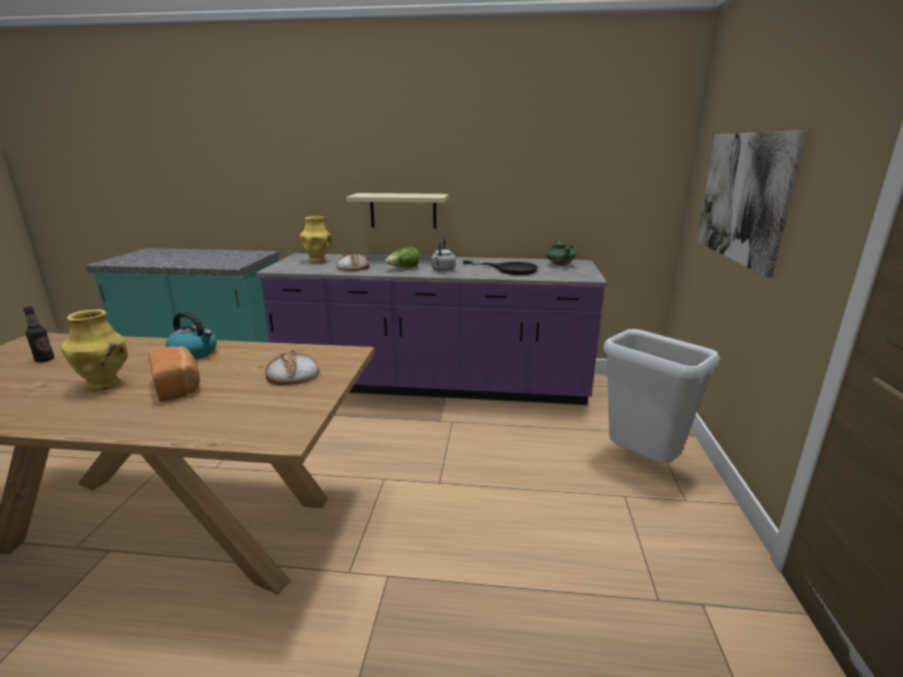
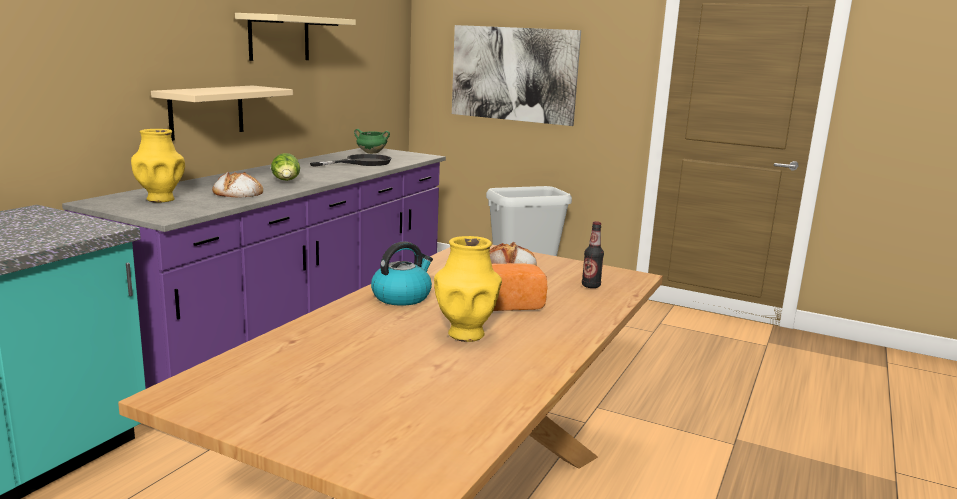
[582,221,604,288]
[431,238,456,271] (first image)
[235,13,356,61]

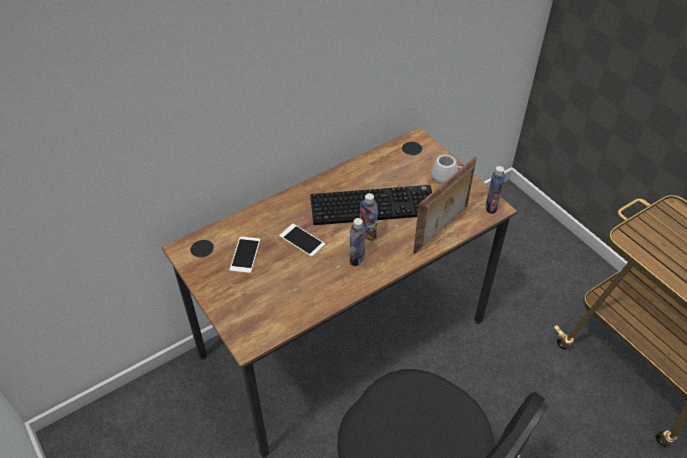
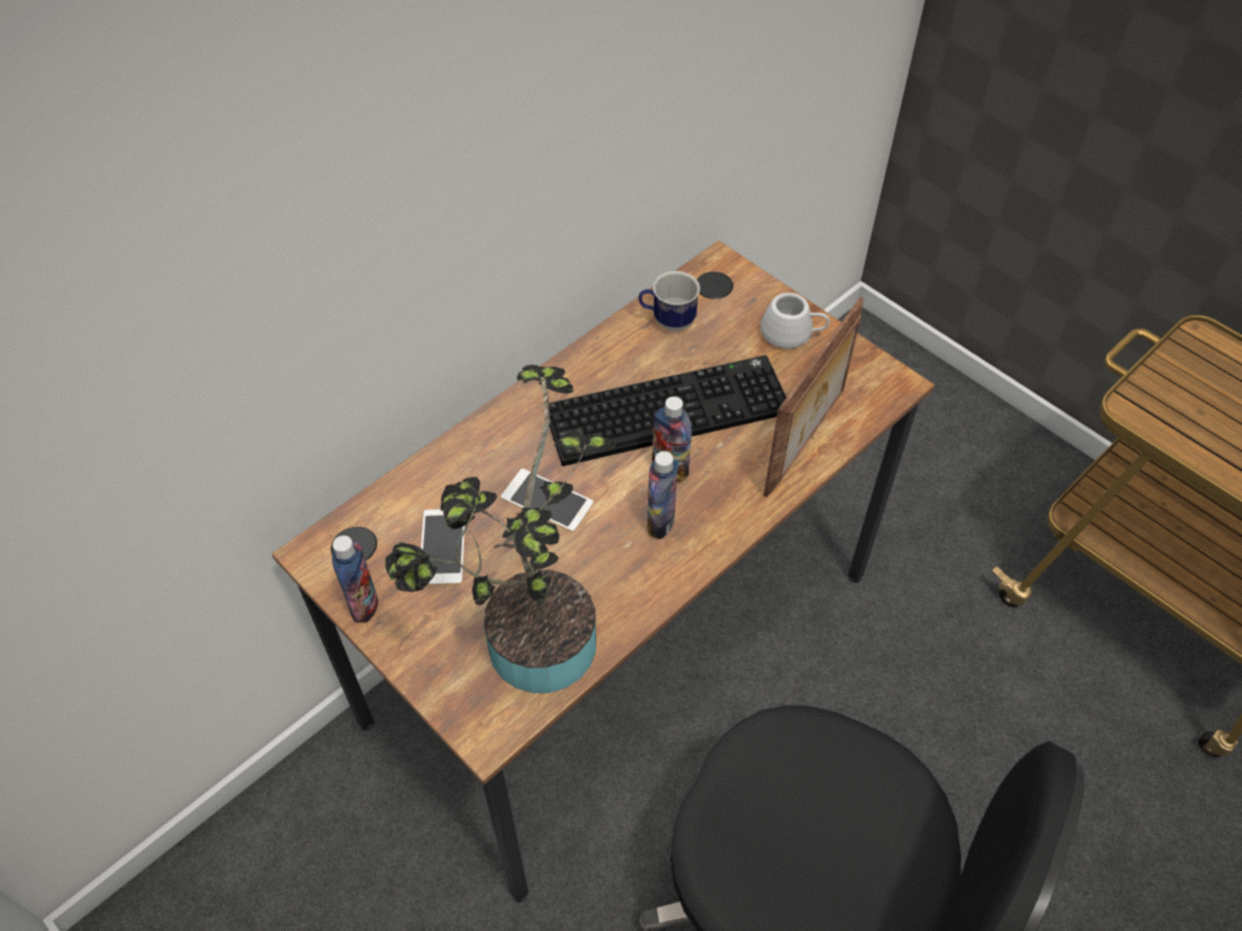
[332,535,378,623]
[385,365,616,693]
[638,271,700,331]

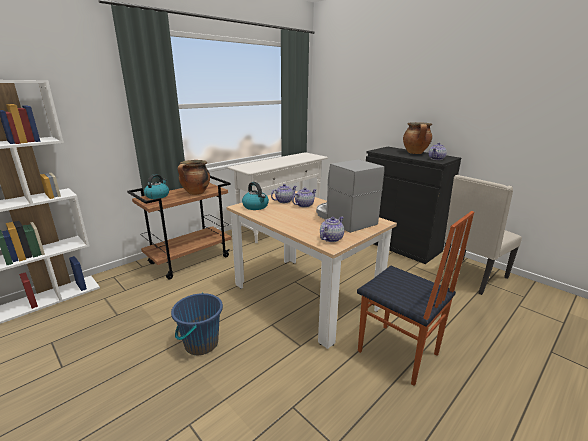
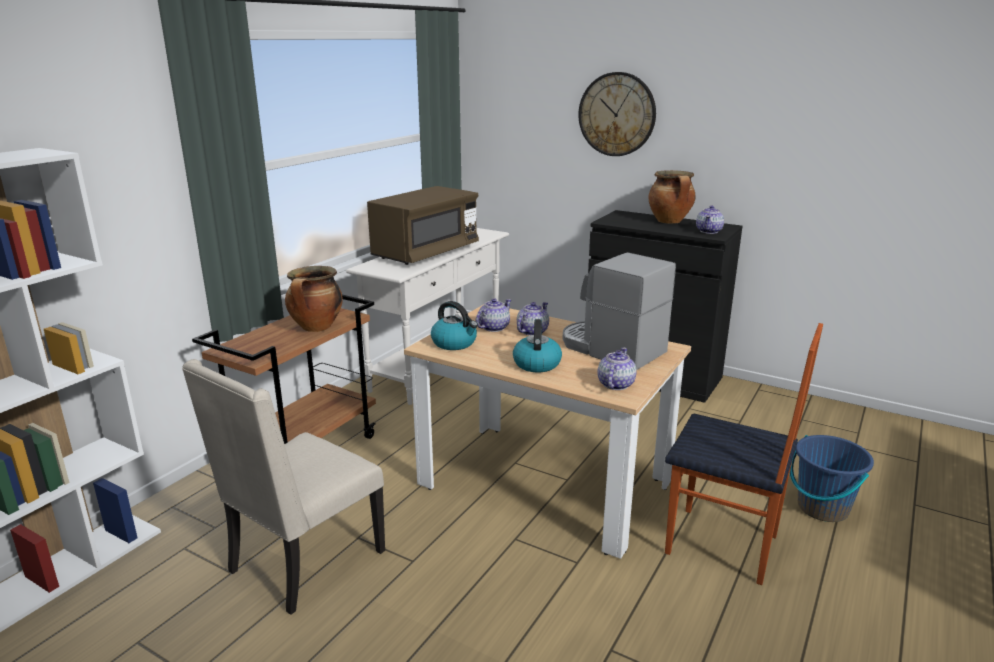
[513,319,562,372]
[790,435,874,522]
[182,359,385,615]
[367,186,479,265]
[578,72,656,156]

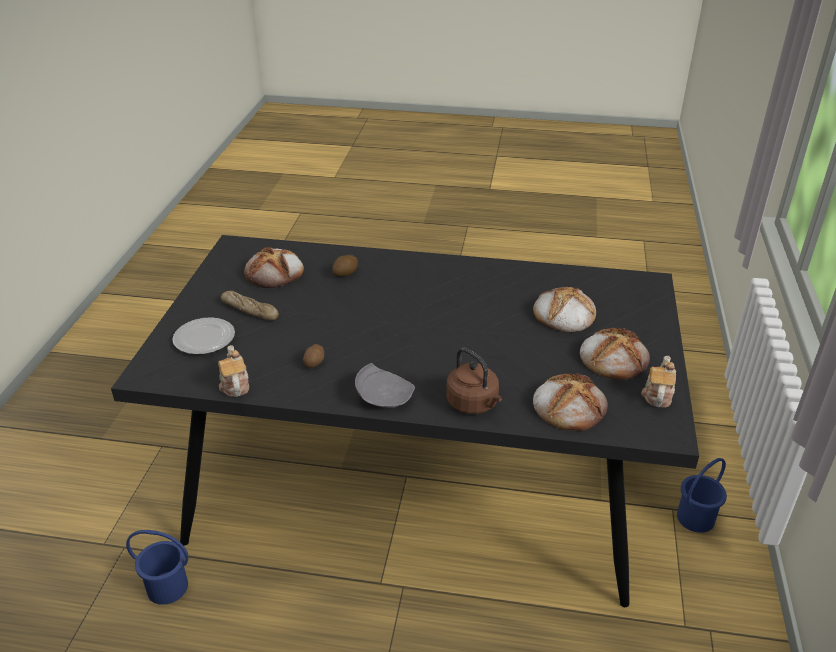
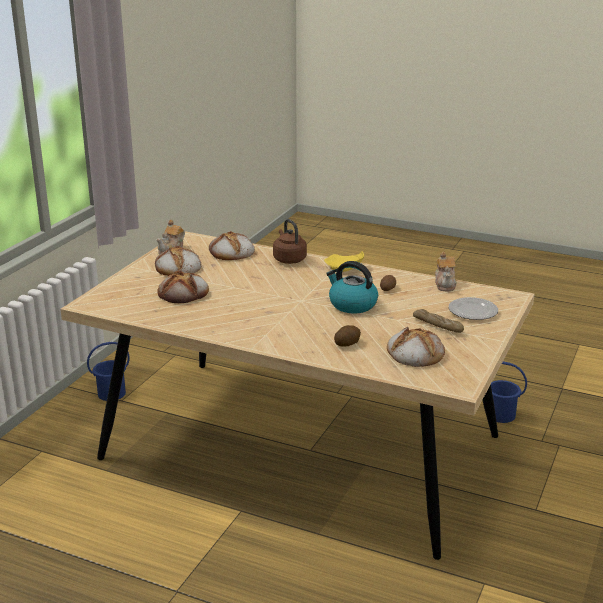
[60,231,535,560]
[324,252,364,272]
[326,261,378,313]

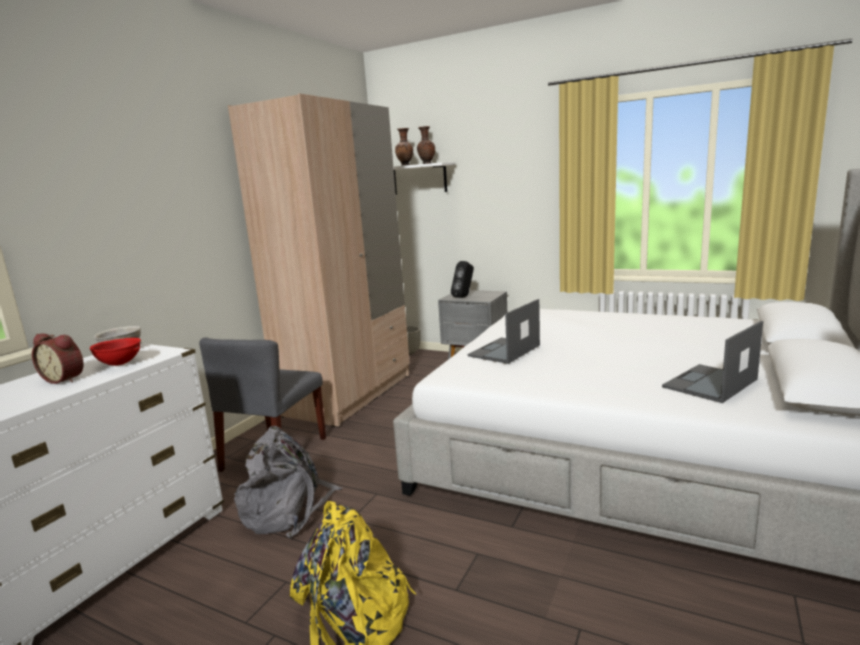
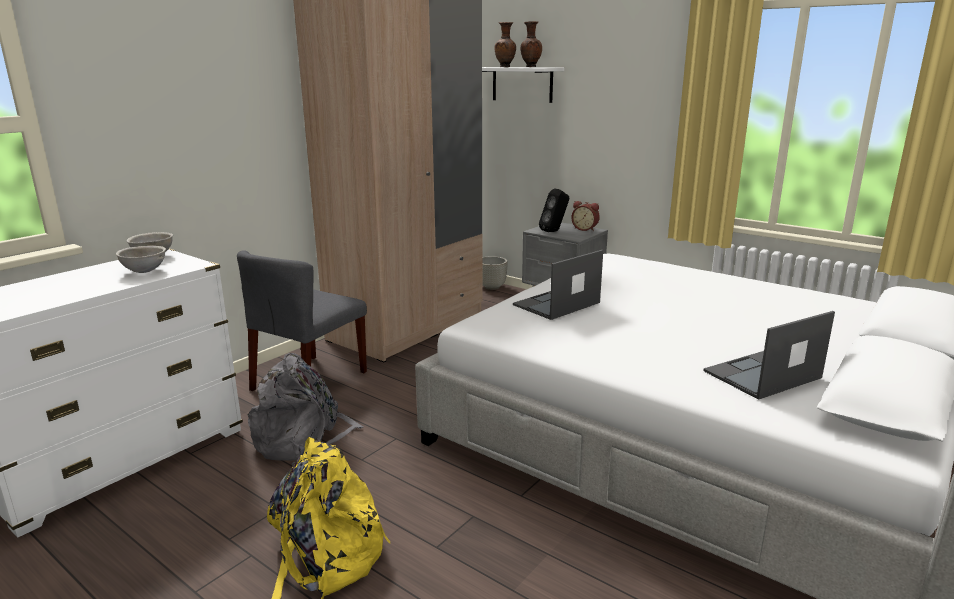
[571,201,600,231]
[116,246,166,273]

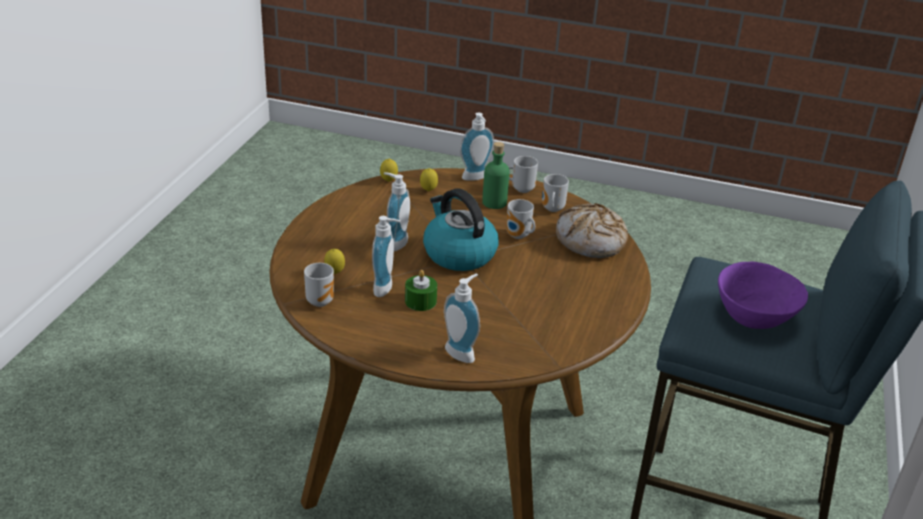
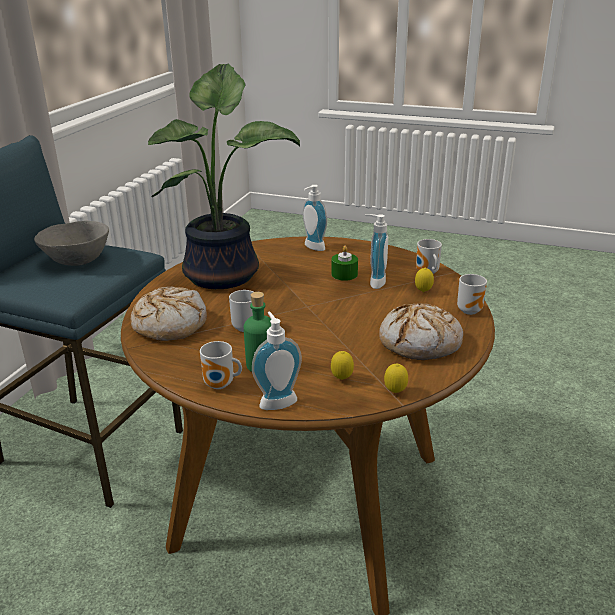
[384,172,410,251] (first image)
[423,188,499,271] (first image)
[457,274,487,315]
[34,221,109,266]
[148,63,300,289]
[379,304,463,360]

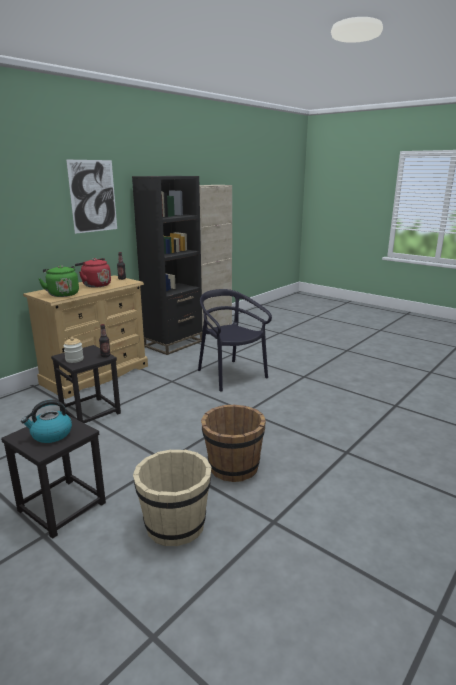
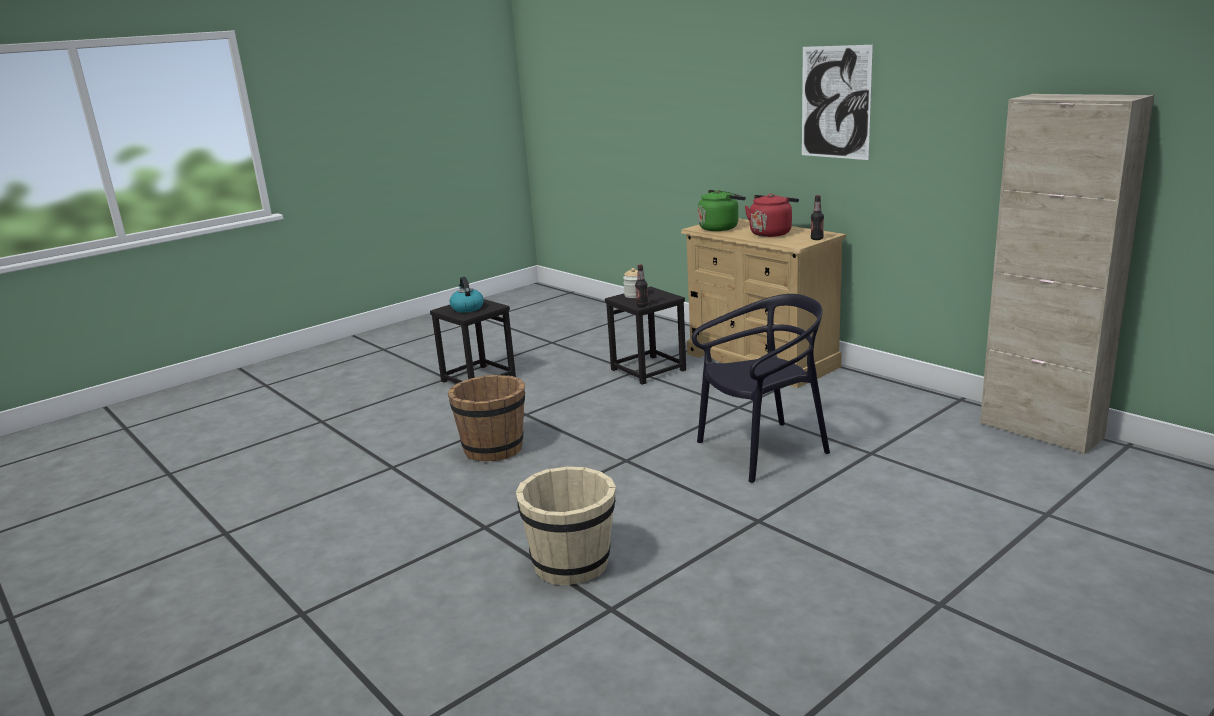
[132,176,202,355] (first image)
[516,466,616,585]

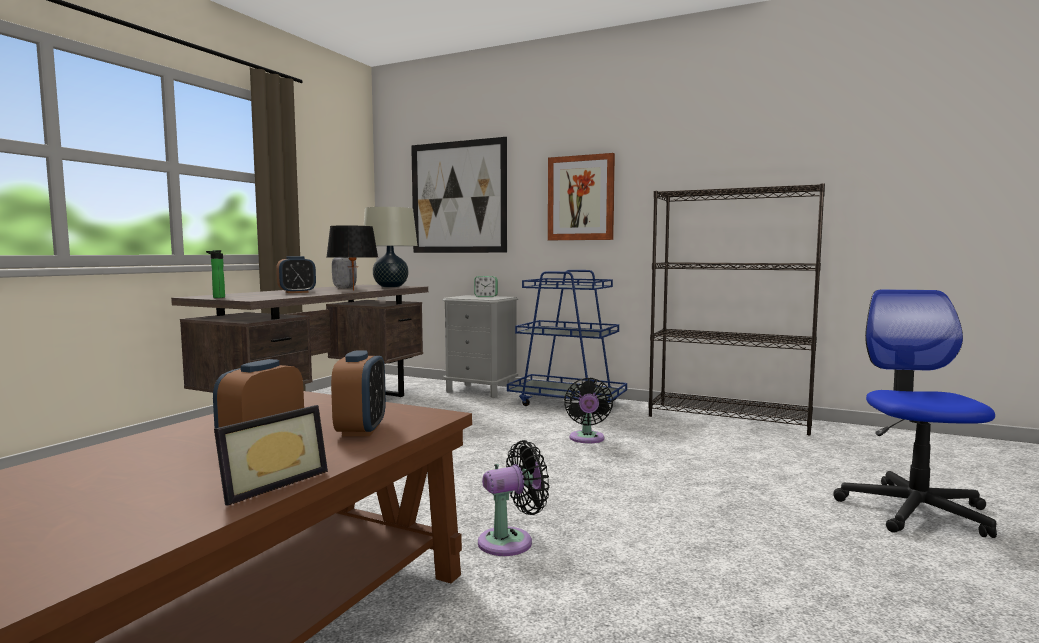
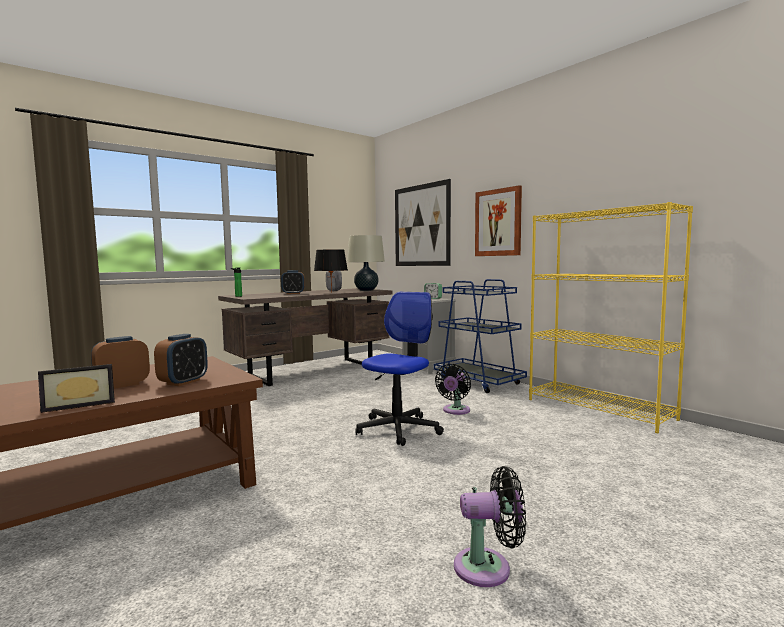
[454,466,526,587]
[529,202,693,433]
[356,292,444,446]

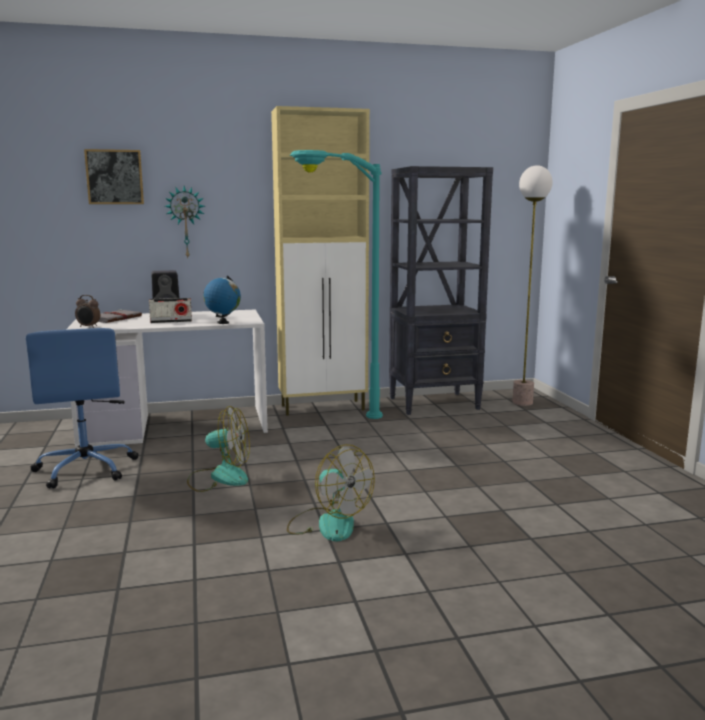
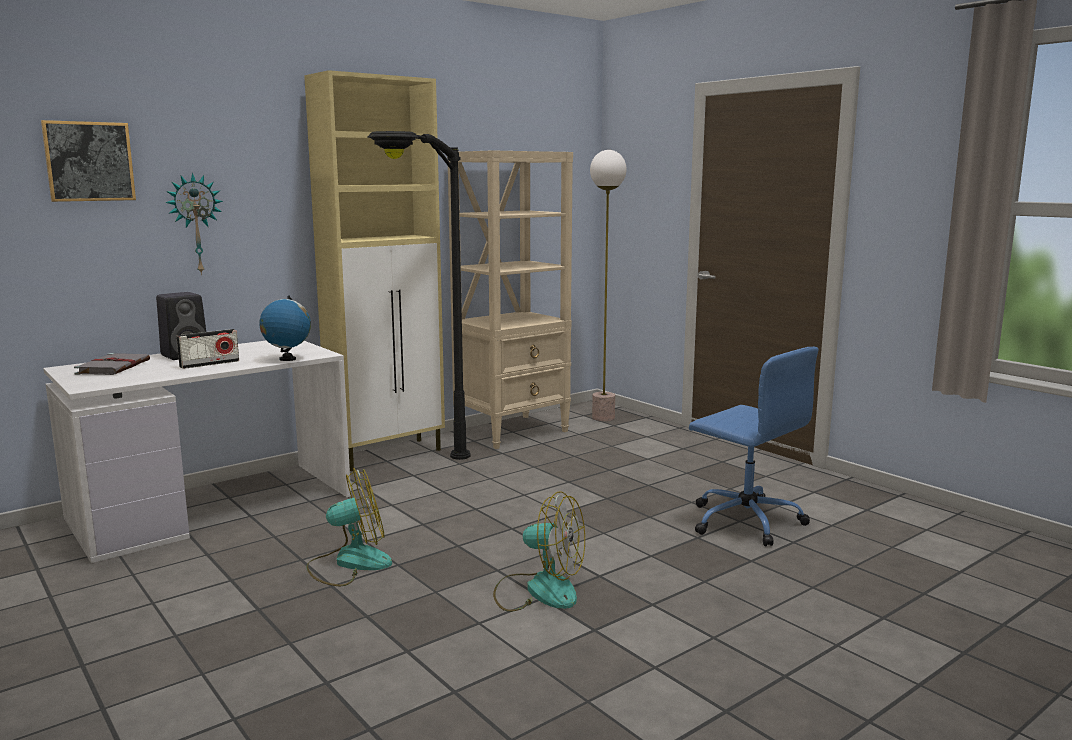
[689,347,819,547]
[75,295,100,328] (first image)
[368,131,471,460]
[447,150,573,449]

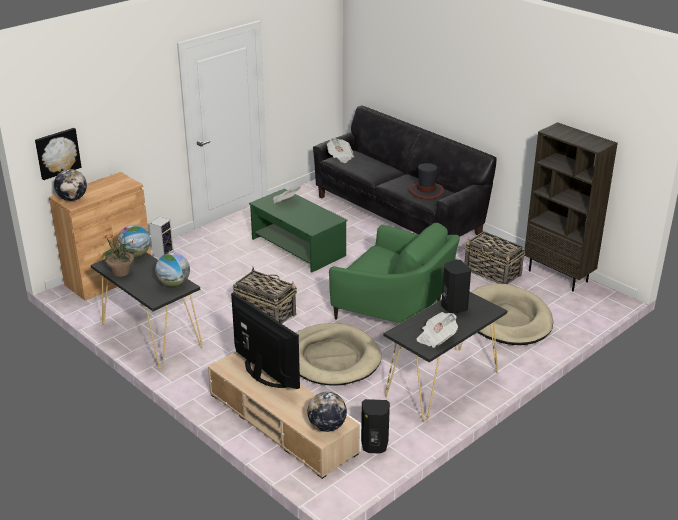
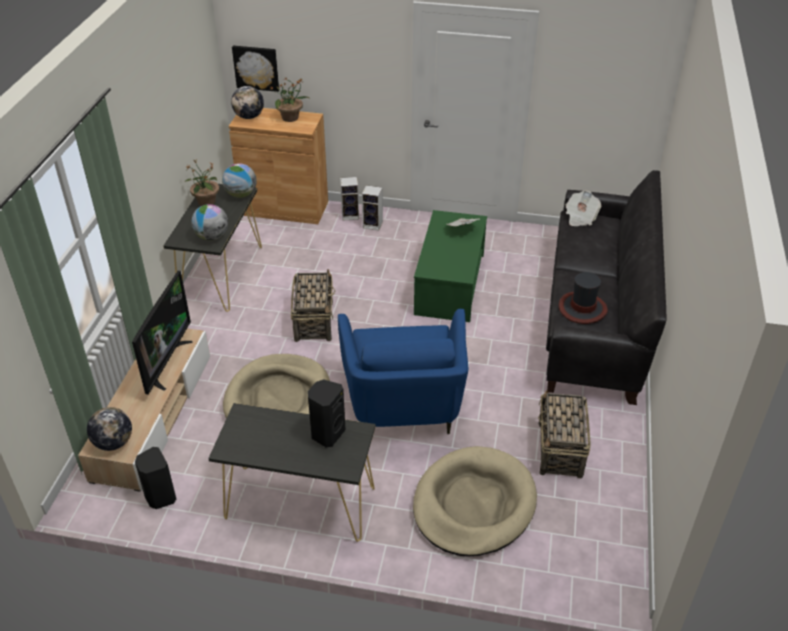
[338,309,468,434]
[417,312,458,348] (first image)
[525,122,618,291] (first image)
[270,78,309,122]
[362,185,383,231]

